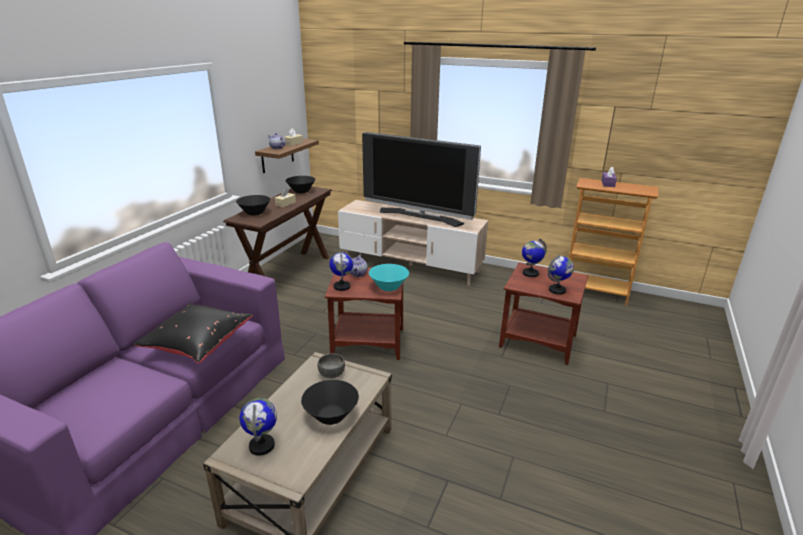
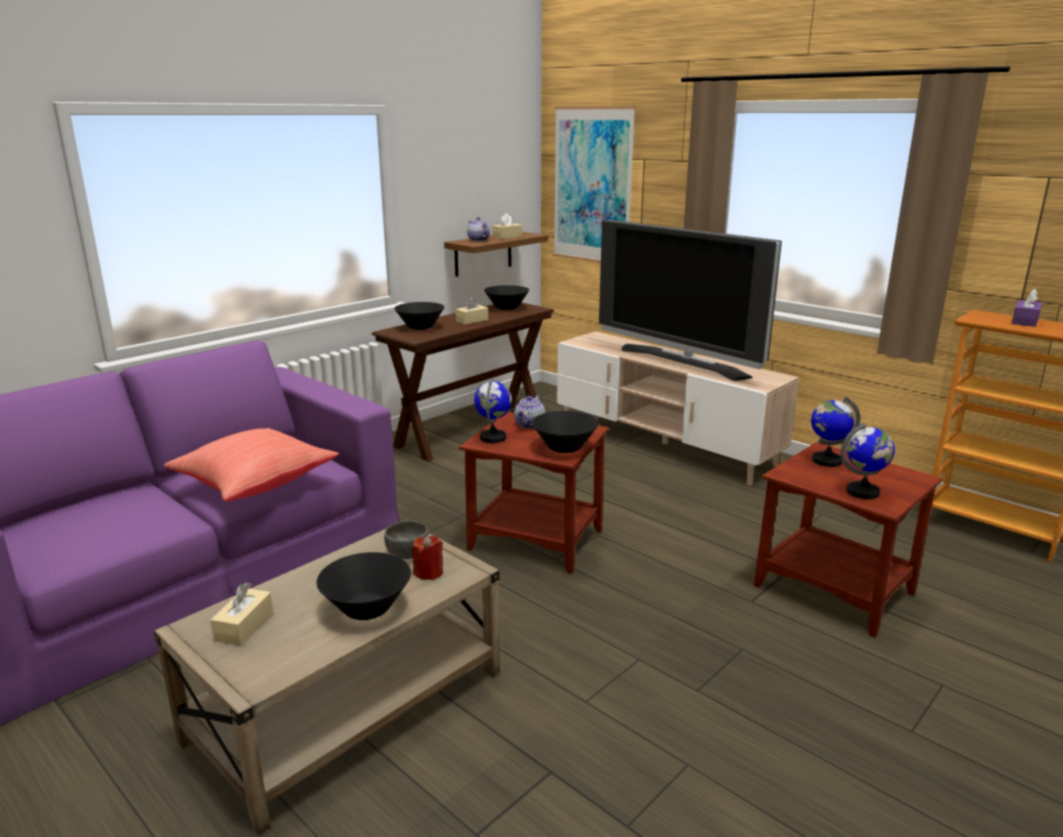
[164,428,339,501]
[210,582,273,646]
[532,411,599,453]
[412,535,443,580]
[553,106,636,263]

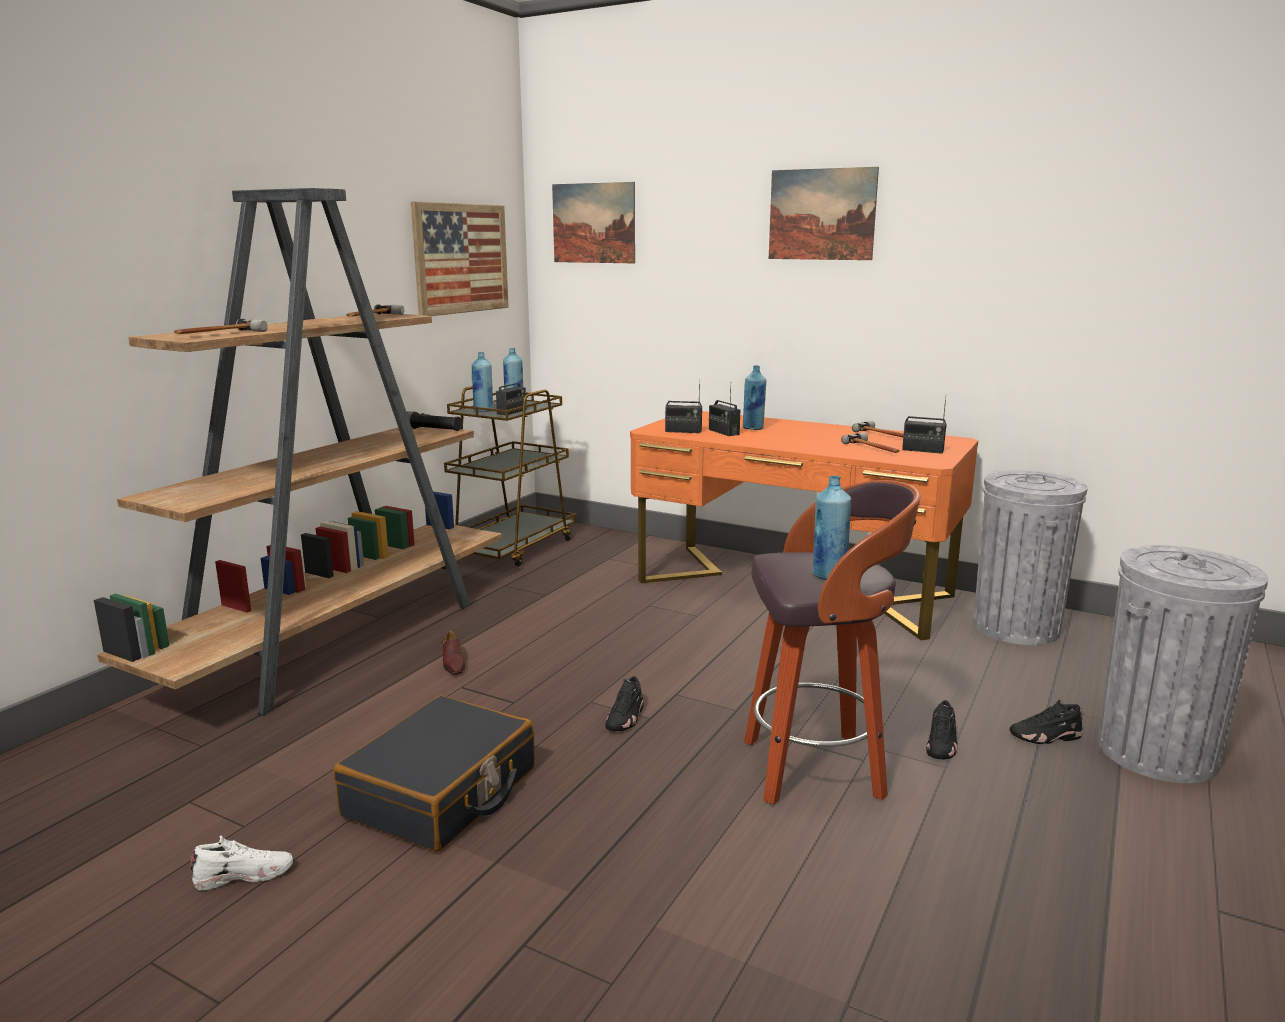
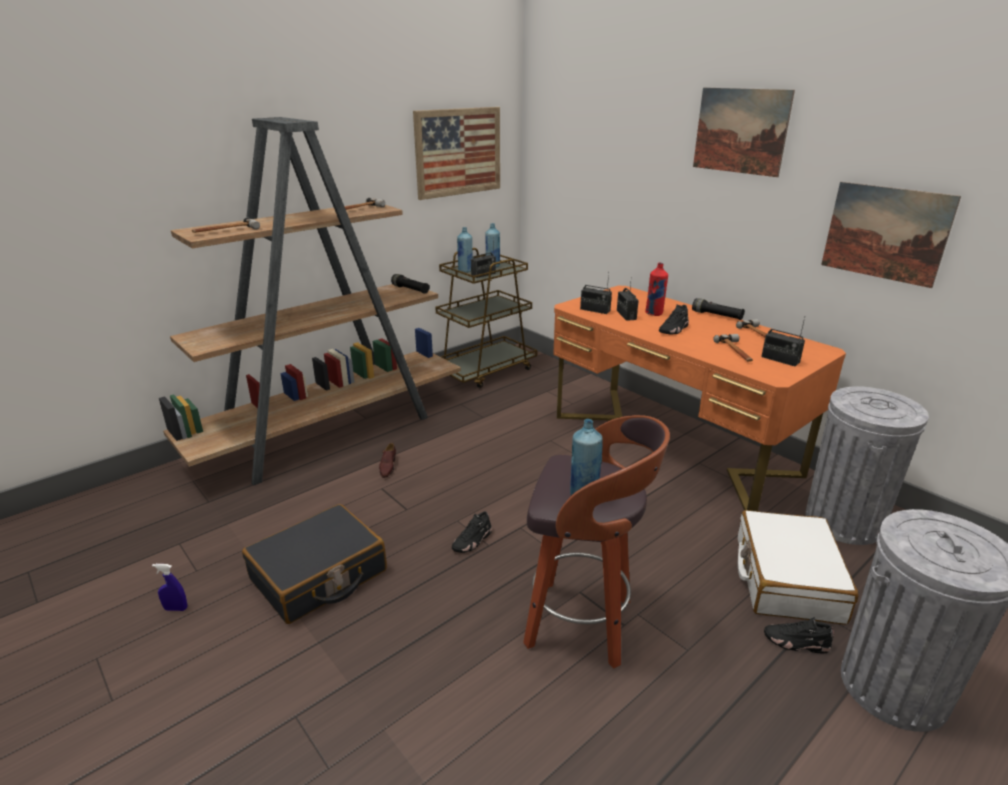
[152,564,187,611]
[821,182,961,288]
[645,263,668,316]
[659,304,689,334]
[692,298,745,320]
[738,510,858,625]

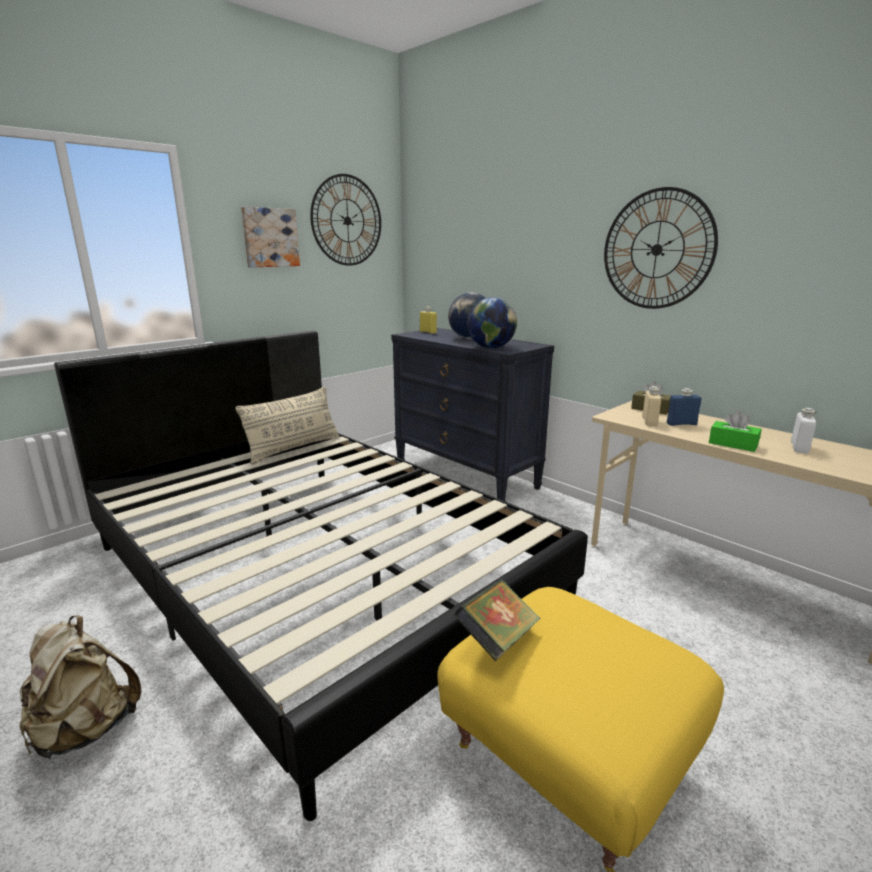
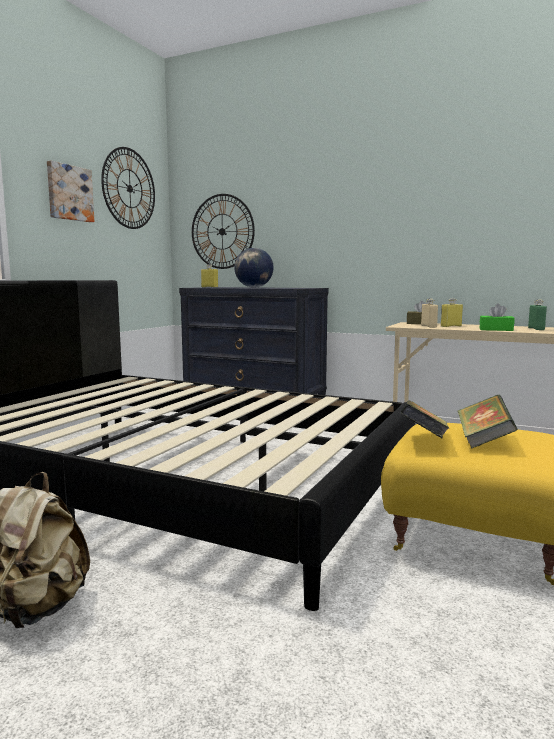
[235,387,340,465] (first image)
[467,297,517,348] (first image)
[192,194,255,269]
[441,298,463,327]
[528,299,547,330]
[458,395,517,448]

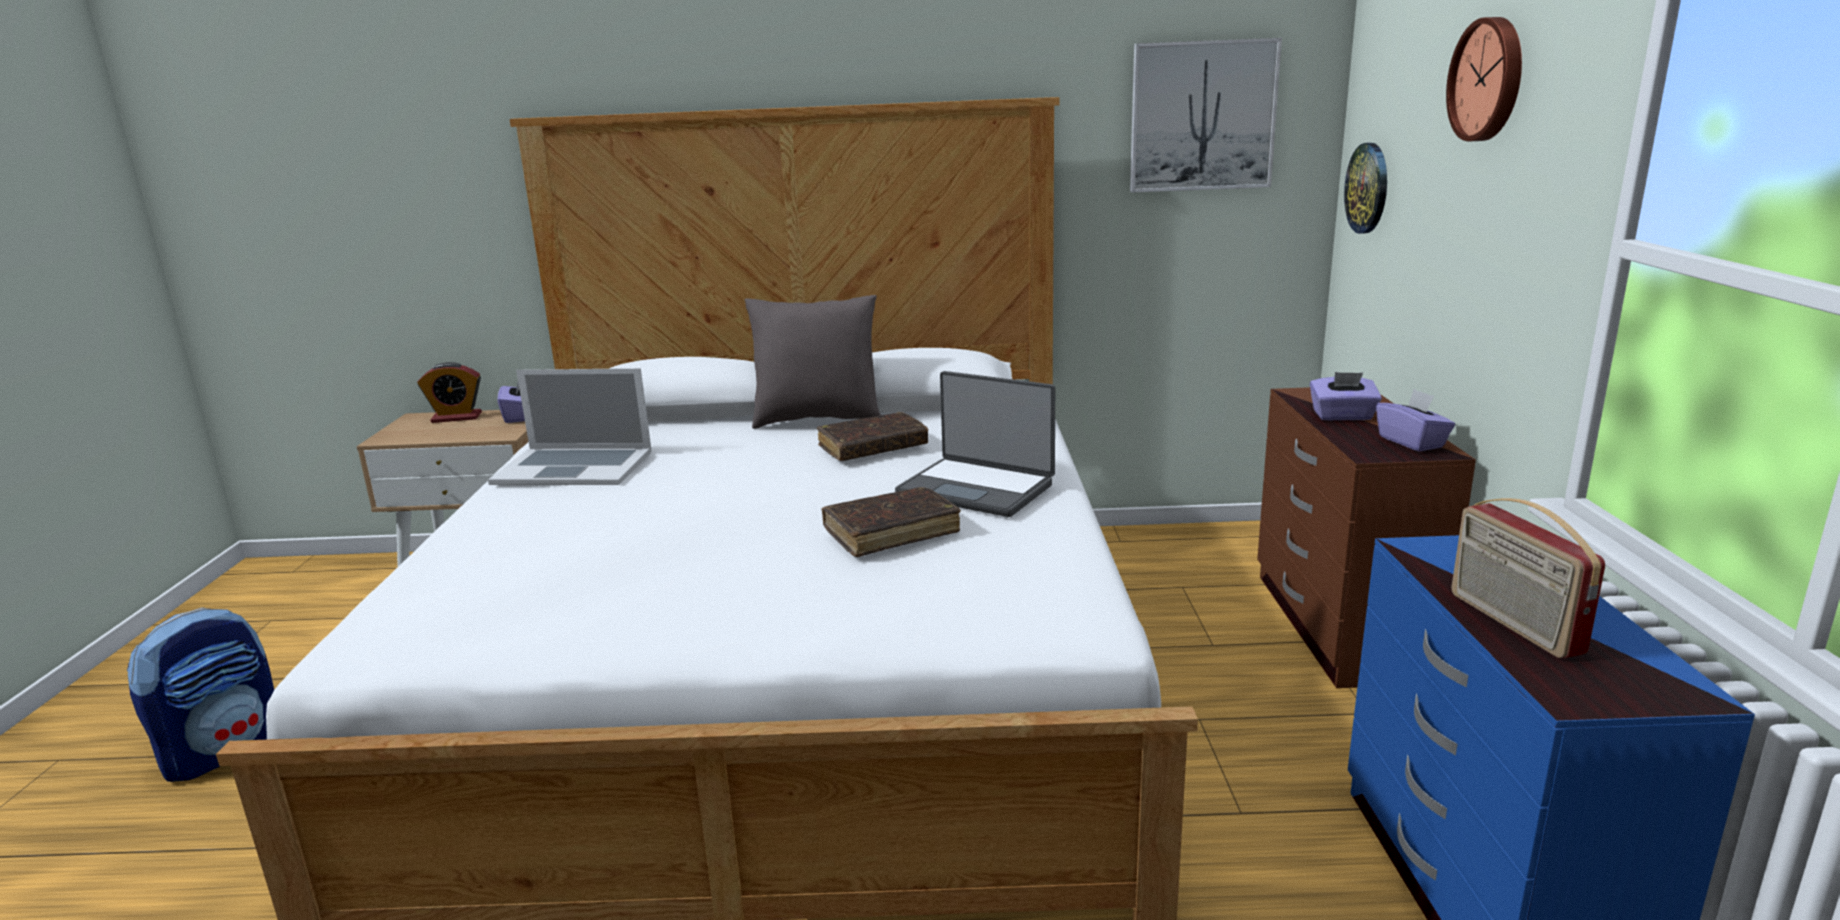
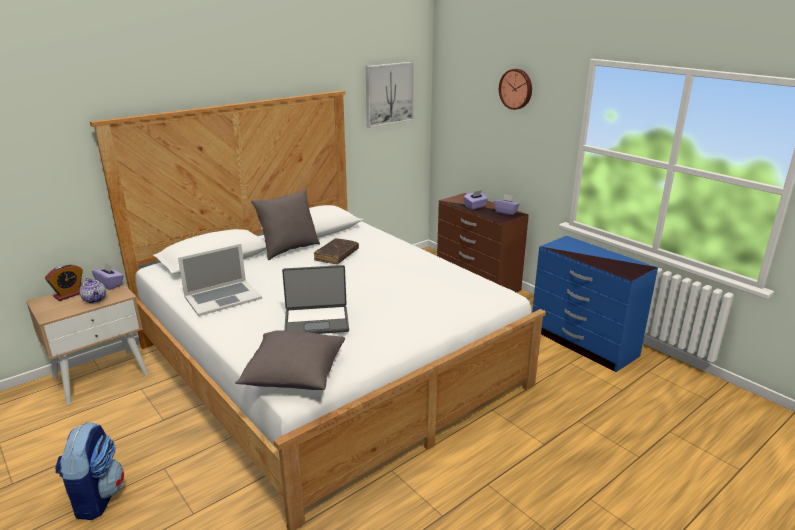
[821,487,961,557] (first image)
[282,265,349,334]
[1344,143,1387,234] (first image)
[1451,498,1605,658] (first image)
[80,278,106,303]
[235,330,345,390]

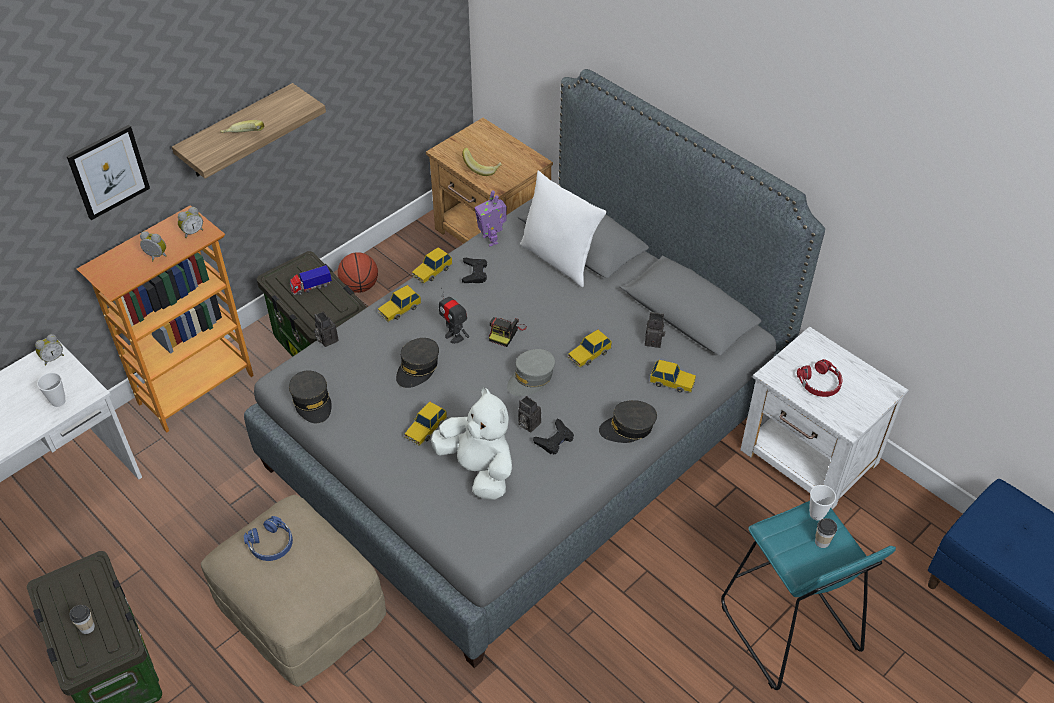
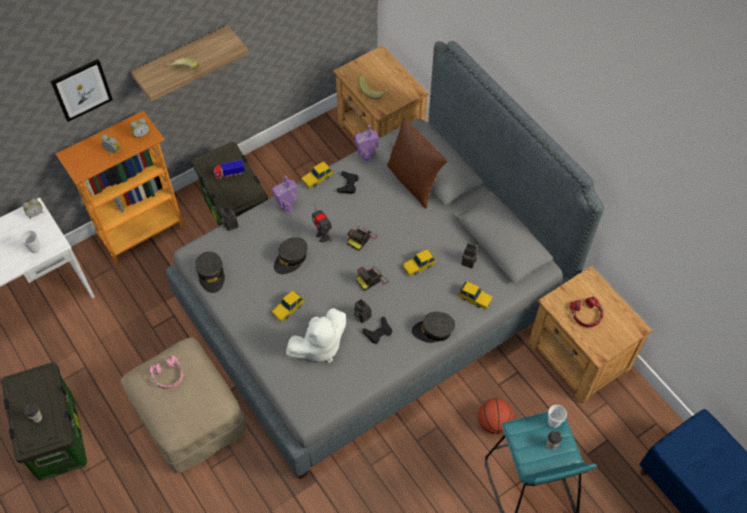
[150,356,184,389]
[478,398,514,434]
[272,176,298,214]
[286,308,346,363]
[356,266,389,291]
[387,117,448,209]
[528,266,653,404]

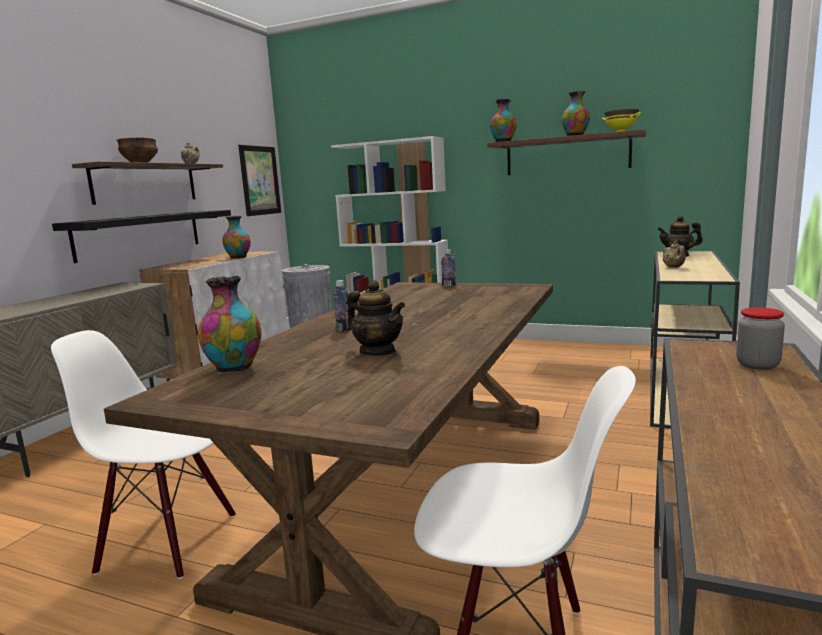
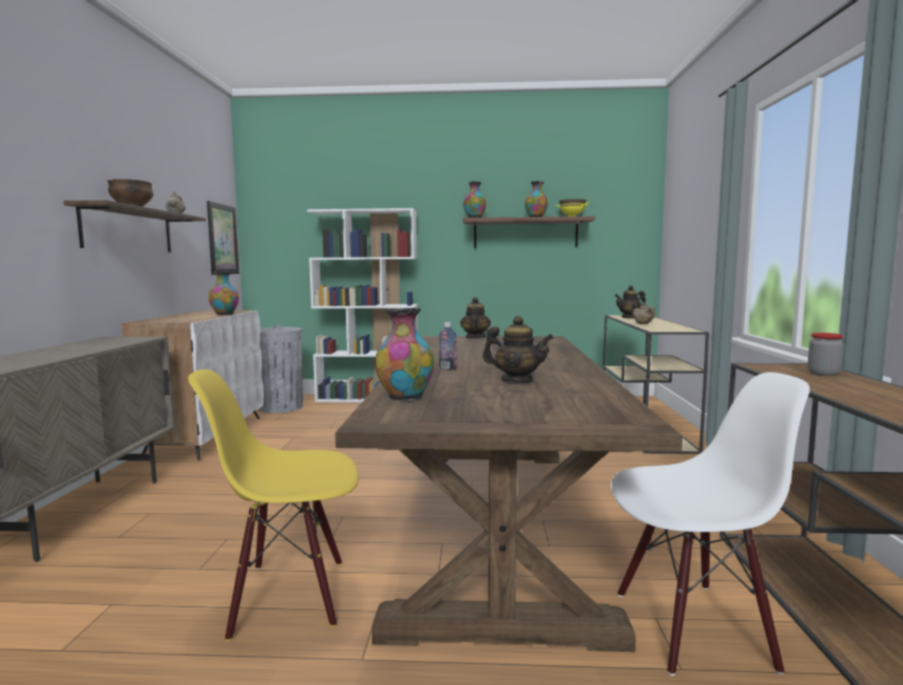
[188,369,359,641]
[52,210,231,263] (first image)
[460,297,491,339]

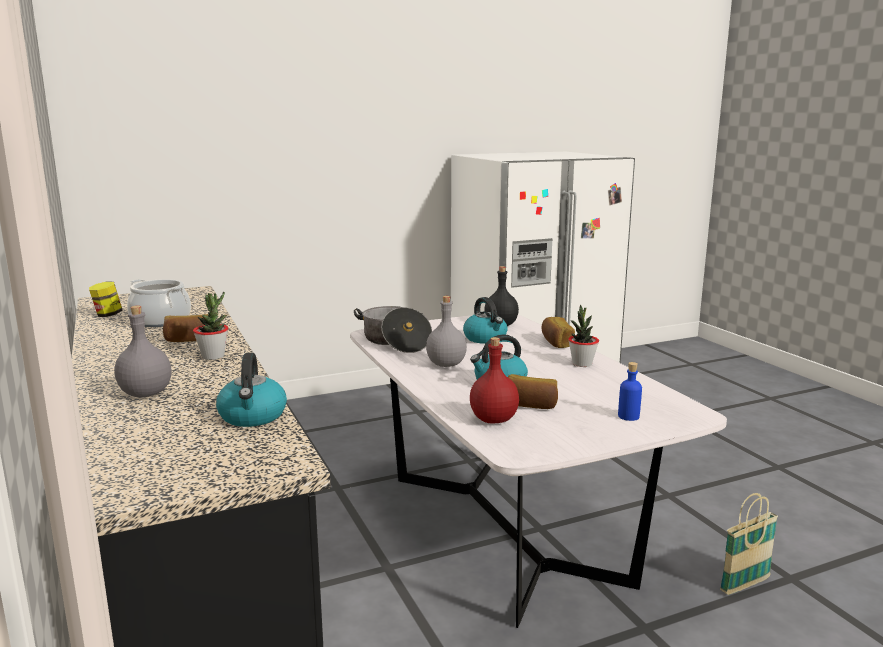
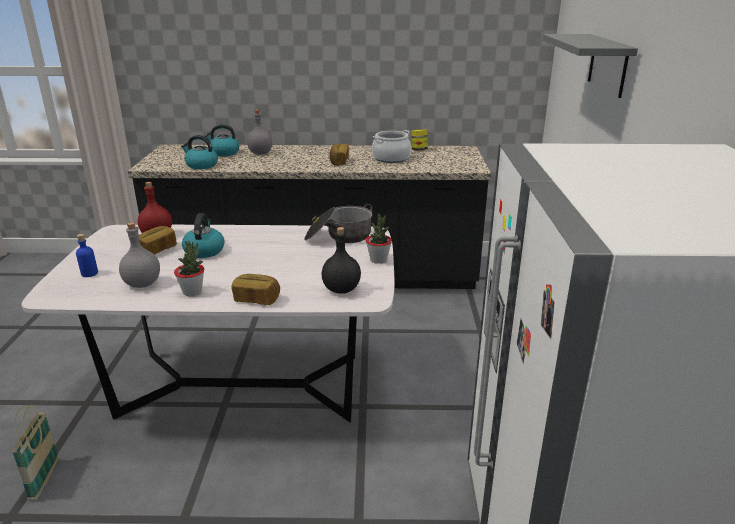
[366,214,392,264]
[119,222,160,288]
[204,124,239,156]
[542,34,638,98]

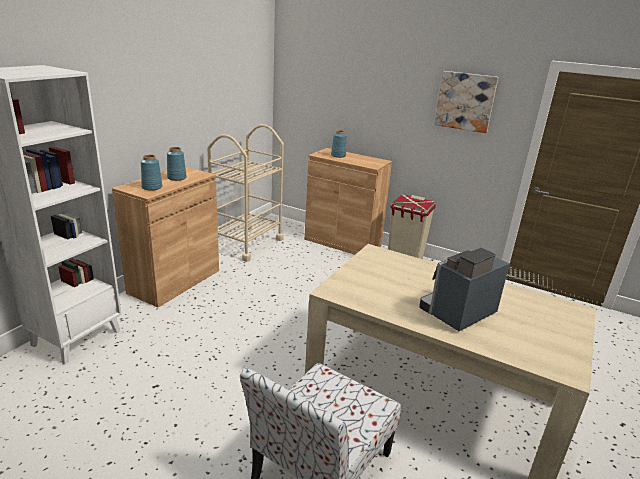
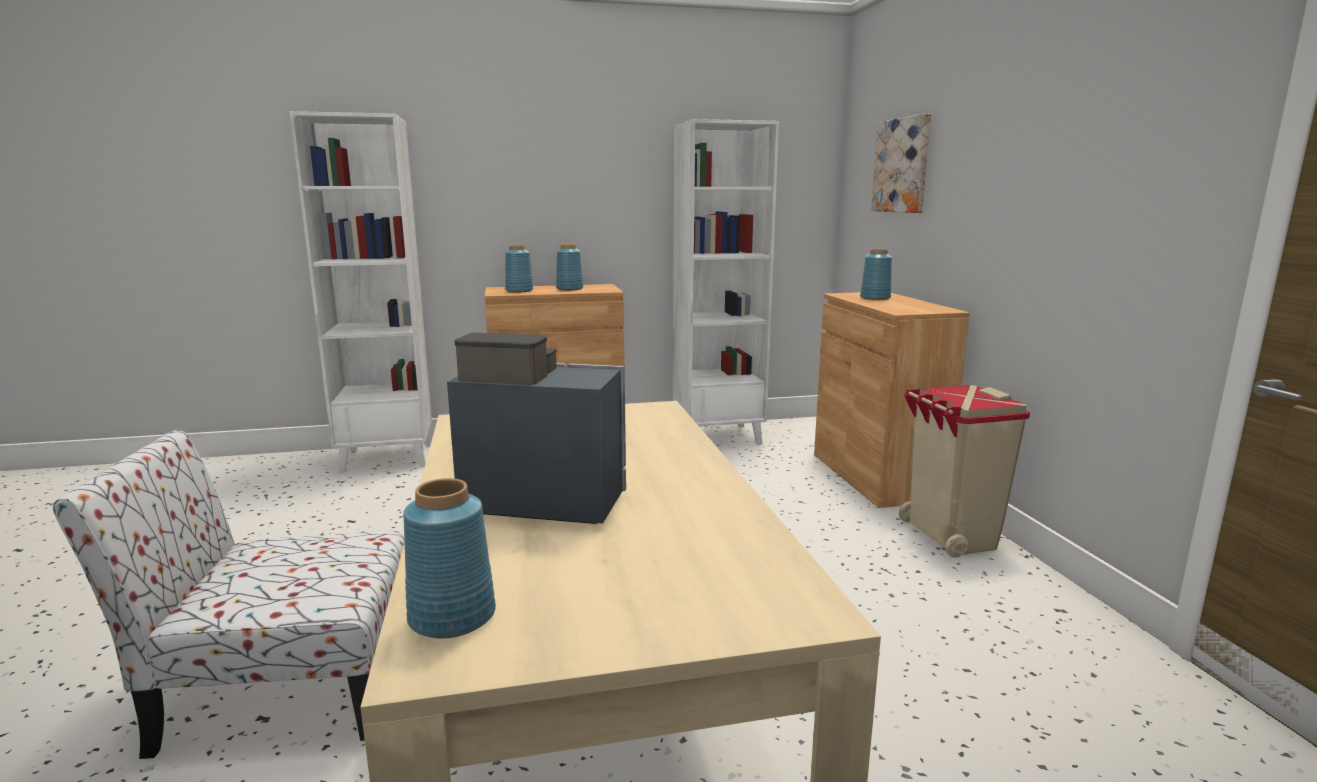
[672,119,779,445]
[871,113,931,213]
[403,478,496,638]

